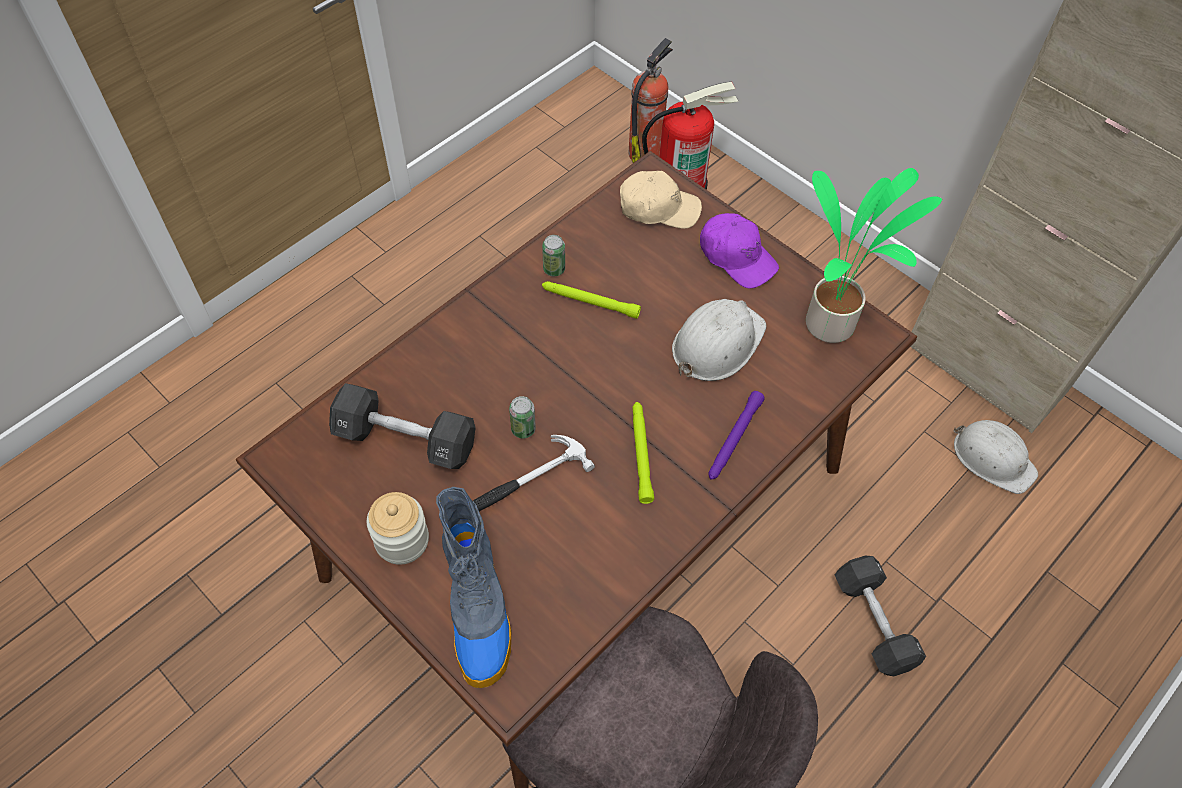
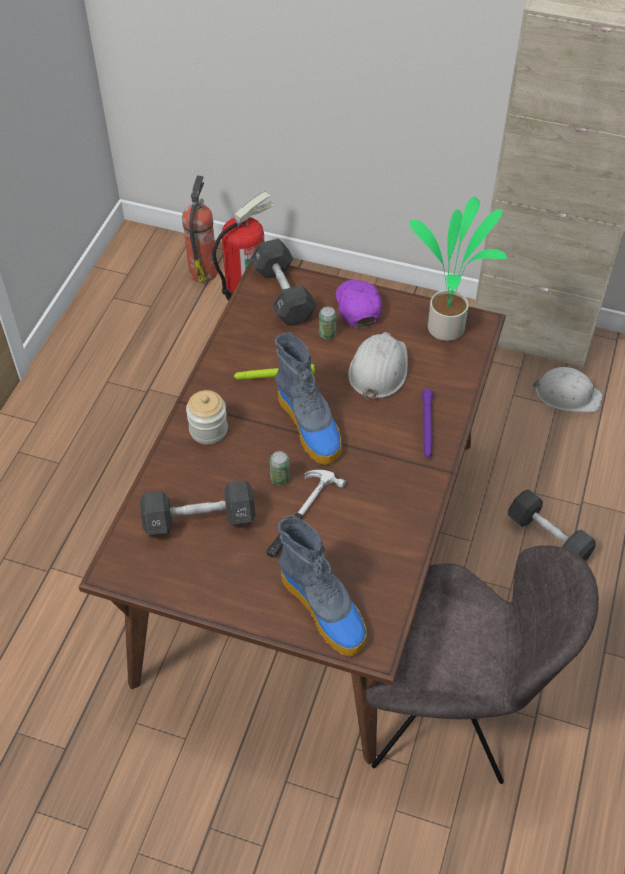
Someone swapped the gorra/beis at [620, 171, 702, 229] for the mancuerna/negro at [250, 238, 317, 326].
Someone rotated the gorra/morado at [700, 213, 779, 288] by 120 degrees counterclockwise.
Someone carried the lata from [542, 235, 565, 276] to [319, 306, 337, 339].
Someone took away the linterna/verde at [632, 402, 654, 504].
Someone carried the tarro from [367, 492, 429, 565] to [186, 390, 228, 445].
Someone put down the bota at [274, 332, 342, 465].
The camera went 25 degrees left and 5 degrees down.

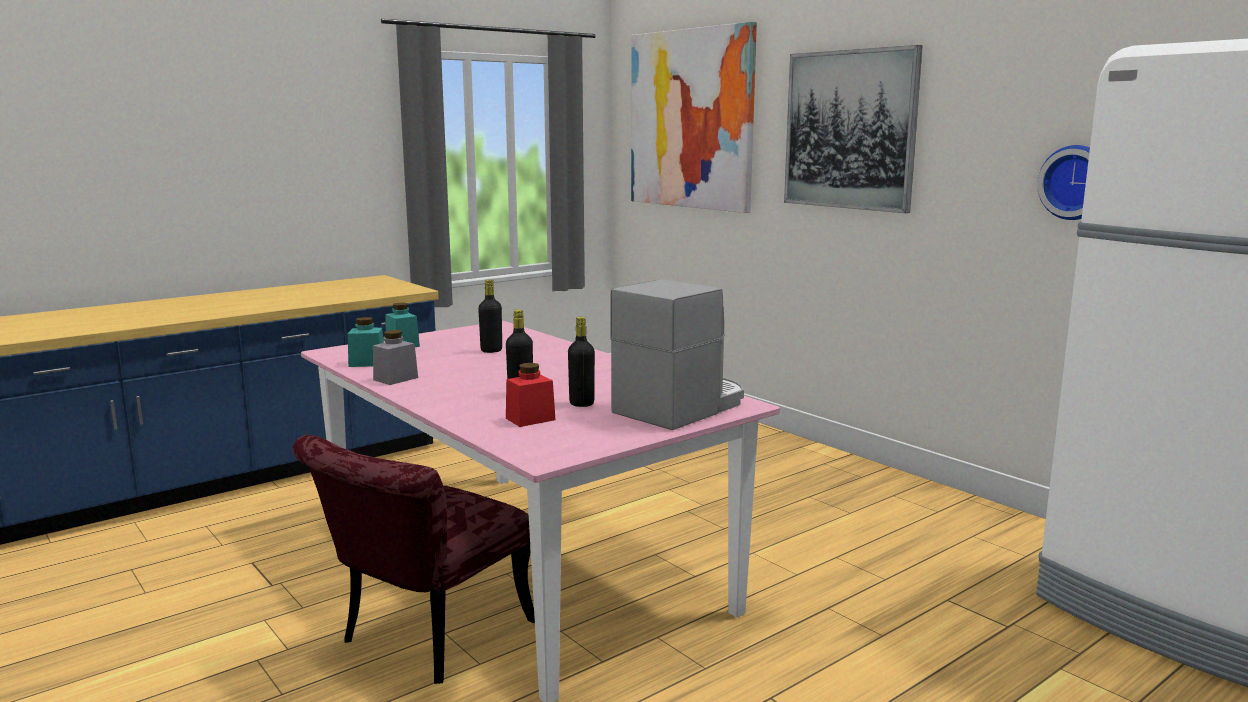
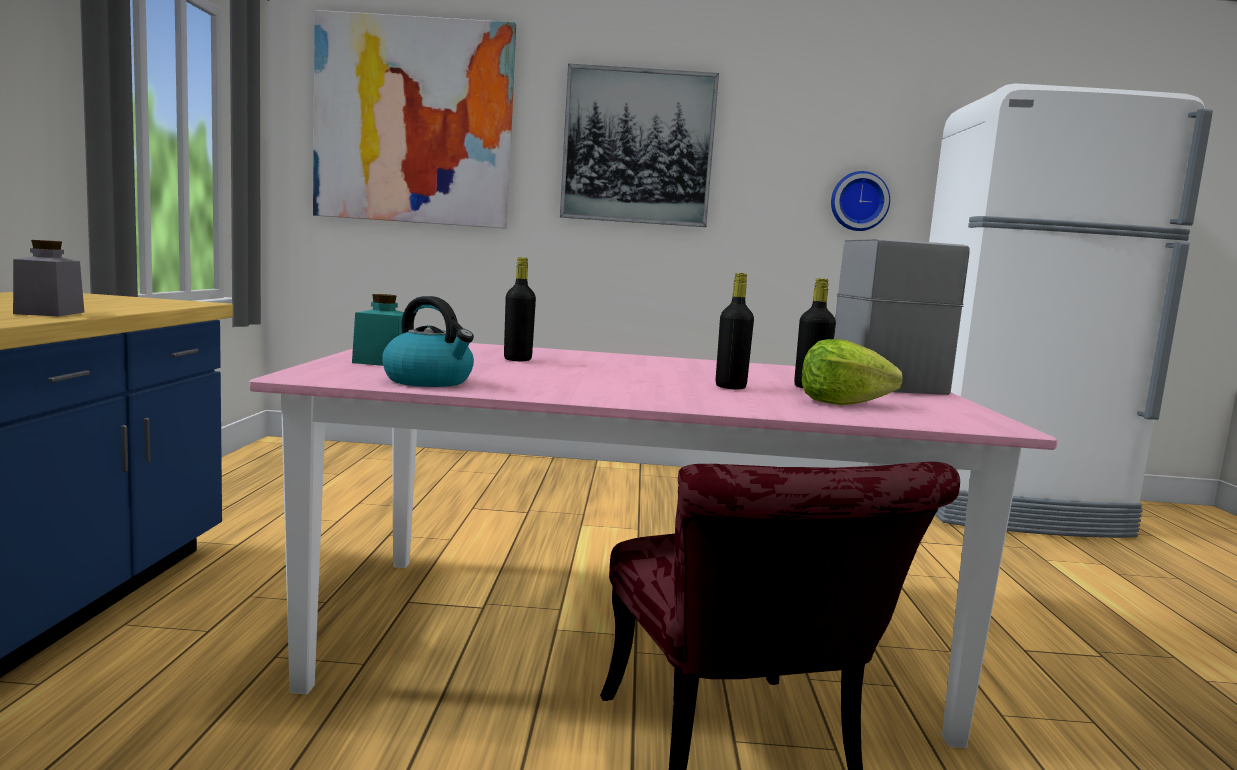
Someone swapped the tarro/turquesa at [348, 317, 384, 367] for the hervidor at [382, 296, 474, 387].
Someone carried the tarro/gris from [373, 330, 418, 385] to [13, 240, 85, 316].
Someone swapped the tarro/rojo at [506, 363, 556, 427] for the lechuga at [802, 339, 903, 405].
The camera went 50 degrees left and 5 degrees down.

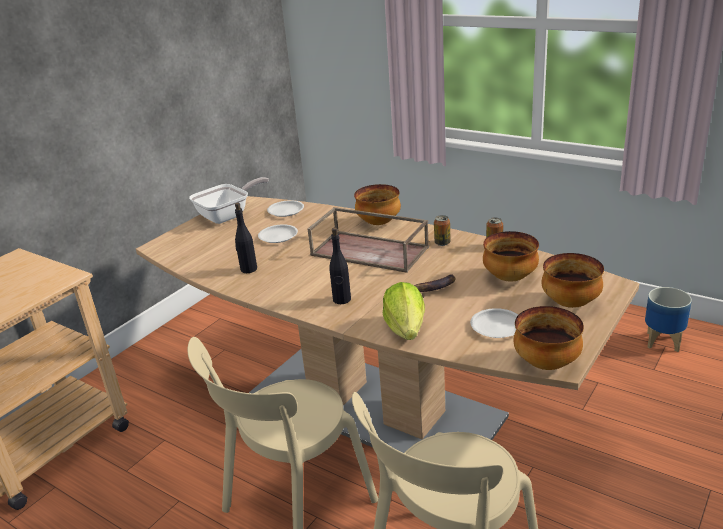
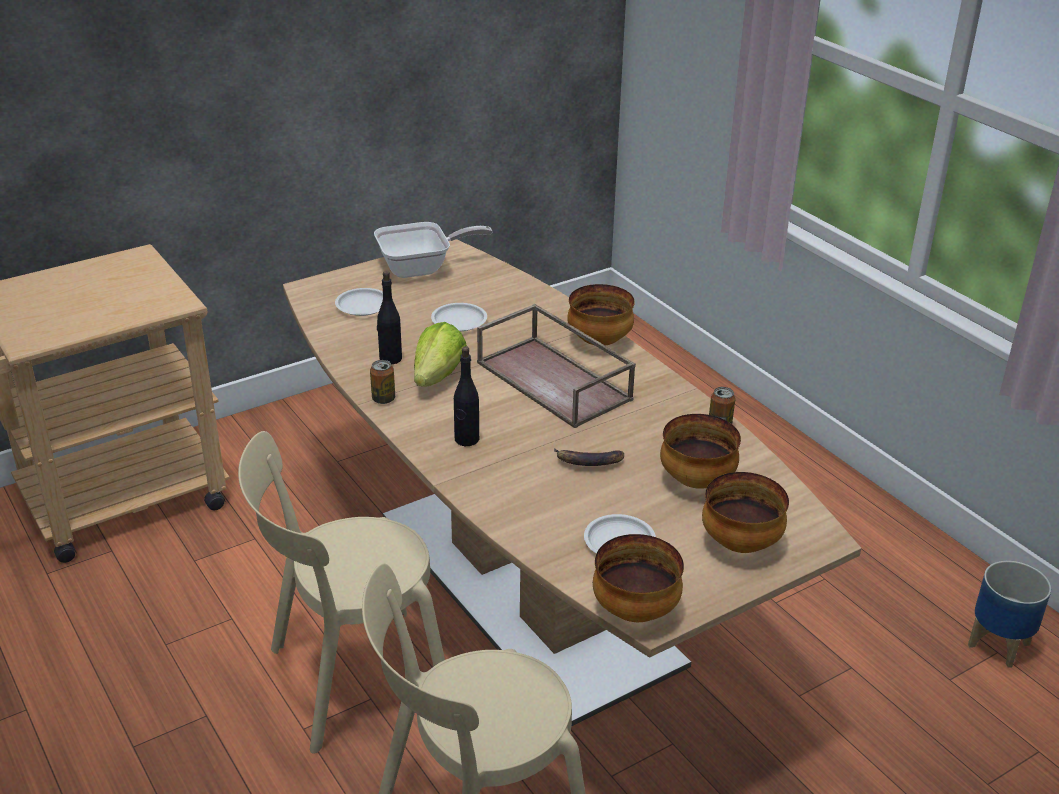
Someone carried the plato/blanco from [267, 200, 304, 217] to [335, 288, 383, 316].
Someone carried the lata from [434, 215, 451, 246] to [370, 360, 395, 404].
Someone carried the lechuga from [383, 282, 425, 340] to [414, 322, 467, 387].
The camera went 20 degrees right and 5 degrees up.

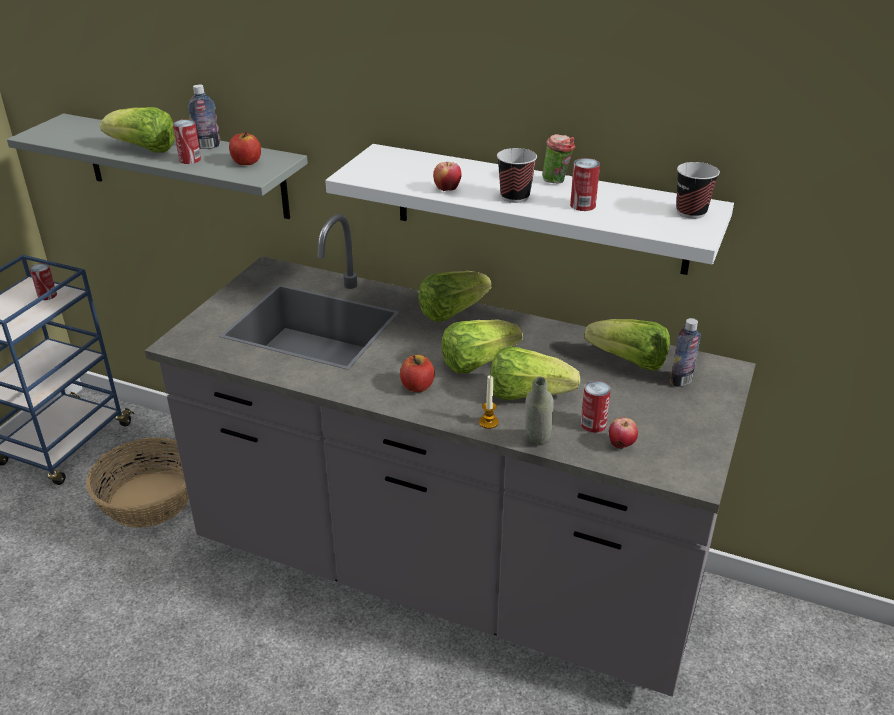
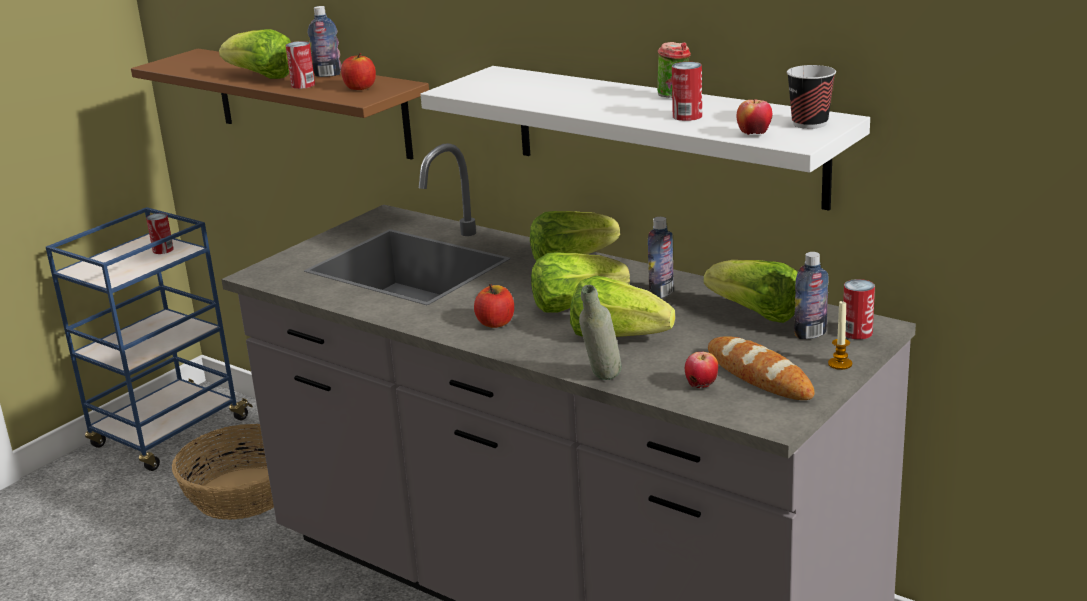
Someone repainted the estante/gris at [7, 114, 308, 219], which became the estante/marrón at [131, 49, 429, 160].
Someone took away the taza at [497, 148, 537, 203].
Someone carried the manzana from [433, 162, 462, 191] to [737, 99, 773, 135].
Someone carried the vela from [479, 375, 499, 429] to [828, 301, 852, 370].
Someone carried the lata from [581, 380, 611, 433] to [843, 279, 875, 340].
Someone put down the botella at [648, 217, 674, 298].
Someone put down the pan at [708, 336, 815, 400].
The camera went 15 degrees right and 10 degrees down.

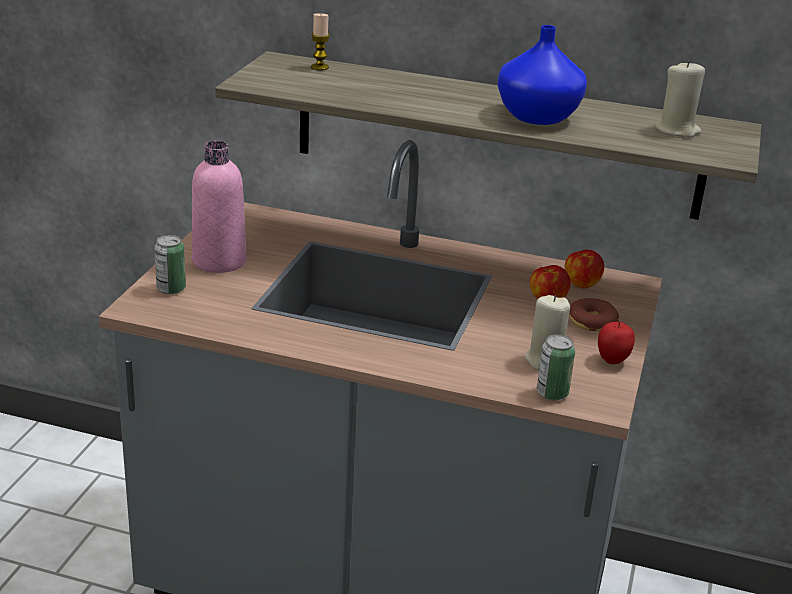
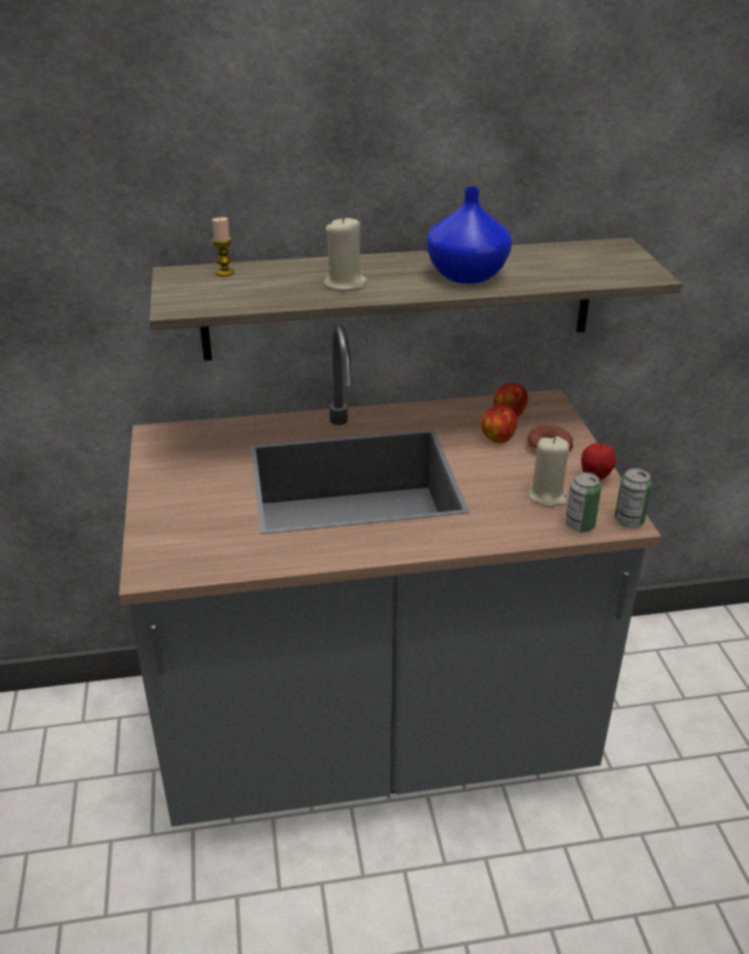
Someone carried the vela/beis from [654, 60, 705, 138] to [323, 216, 367, 291].
Someone took away the botella/rosa at [192, 141, 247, 273].
Someone carried the lata from [154, 235, 186, 294] to [615, 468, 652, 528].
The camera went 25 degrees left and 5 degrees up.

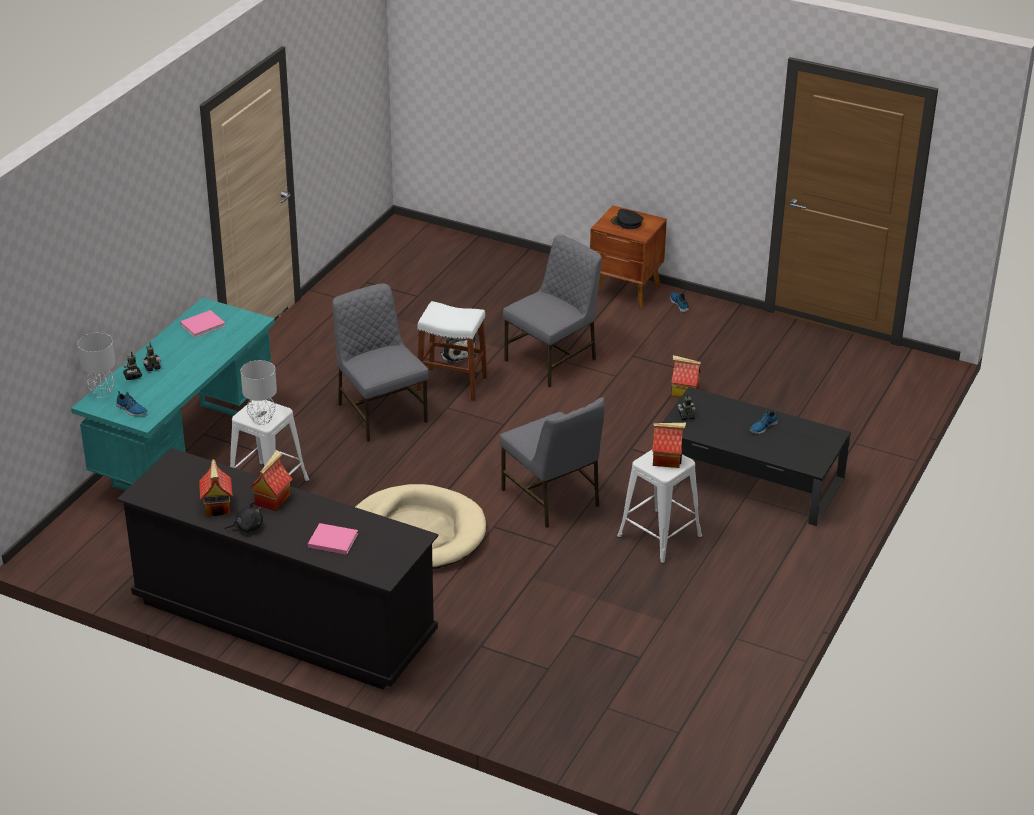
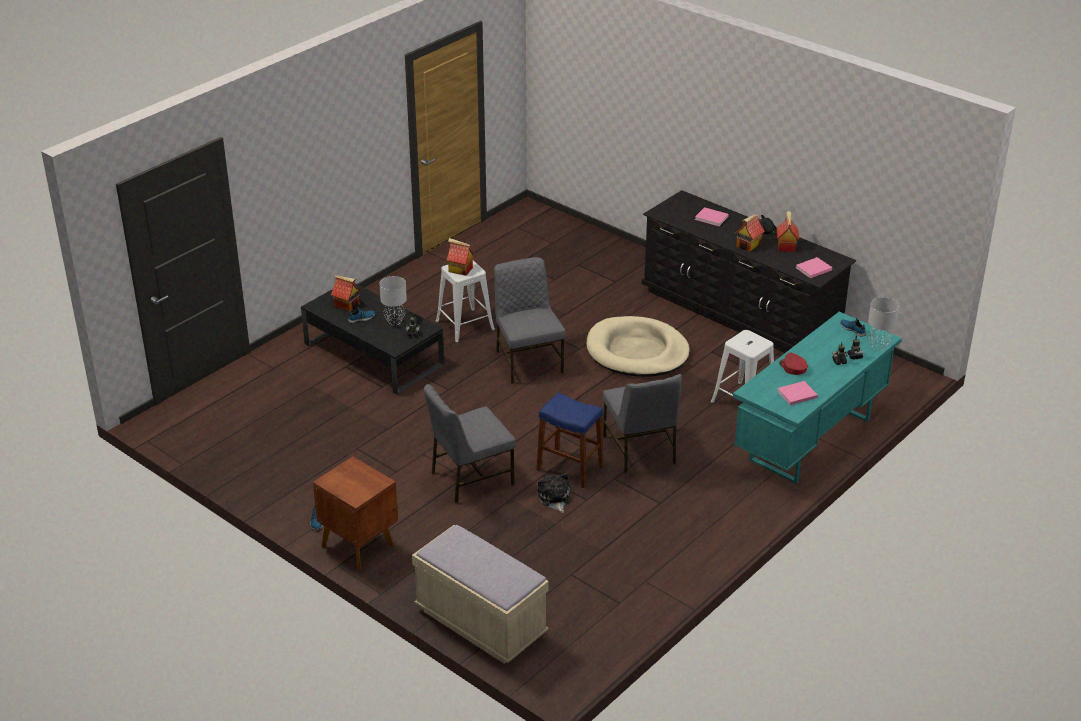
Someone took away the gorra/negro at [611, 209, 644, 229].
Someone repainted the taburete/blanco at [417, 301, 487, 401], which became the taburete/azul at [537, 392, 604, 488].
Someone carried the casita from [671, 355, 701, 397] to [331, 275, 360, 312].
Someone carried the lámpara de mesa/gris from [240, 360, 277, 425] to [379, 276, 407, 325].
Someone put down the libro/rosa at [796, 257, 833, 278].
Someone put down the gorra/rojo at [779, 353, 808, 375].
Someone put down the banco/beis at [412, 525, 549, 664].
The camera went 165 degrees left and 0 degrees up.

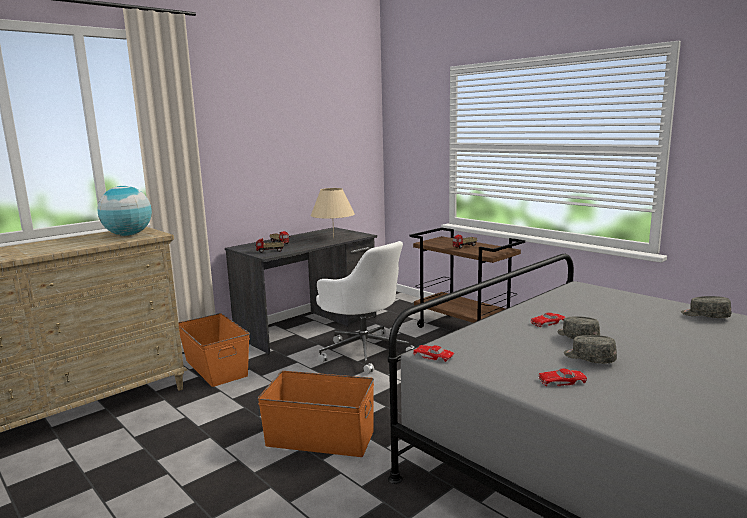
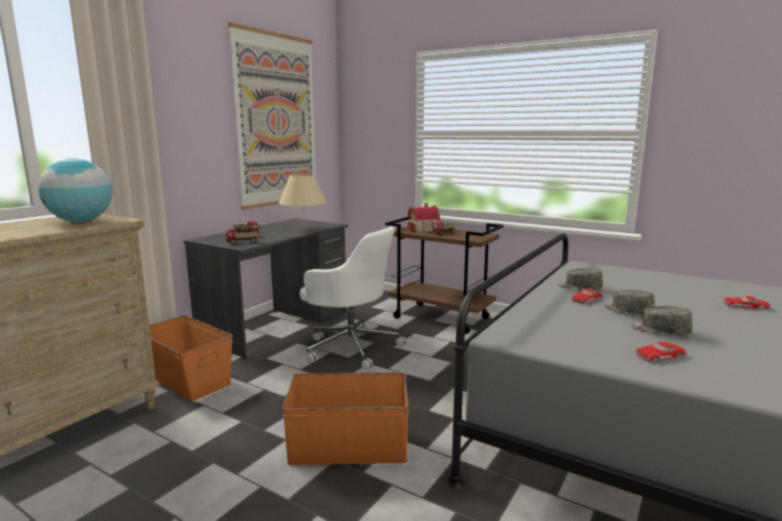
Someone carried the gorra/gris from [681, 296, 731, 318] to [558, 268, 603, 289].
Someone carried the coche de juguete/rojo from [413, 345, 454, 362] to [723, 296, 771, 309].
Someone put up the cuadro at [228, 22, 316, 210].
Someone put down the casita at [407, 203, 440, 233].
The camera went 15 degrees left and 0 degrees up.

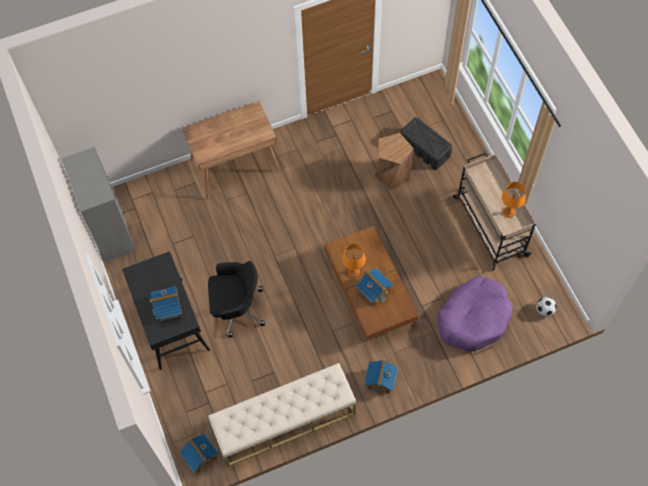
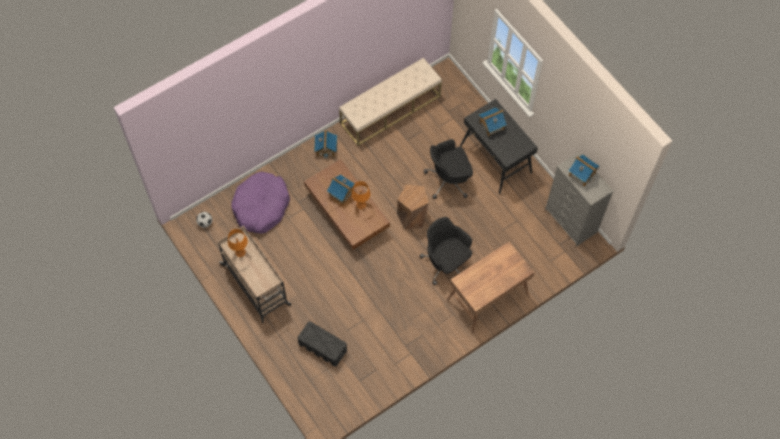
Someone carried the taburete/marrón from [374, 133, 414, 190] to [397, 184, 429, 229].
Someone carried the casita from [180, 434, 219, 473] to [568, 154, 599, 186].
Someone put down the silla de oficina/negro at [419, 217, 473, 285].
The camera went 165 degrees right and 0 degrees up.

